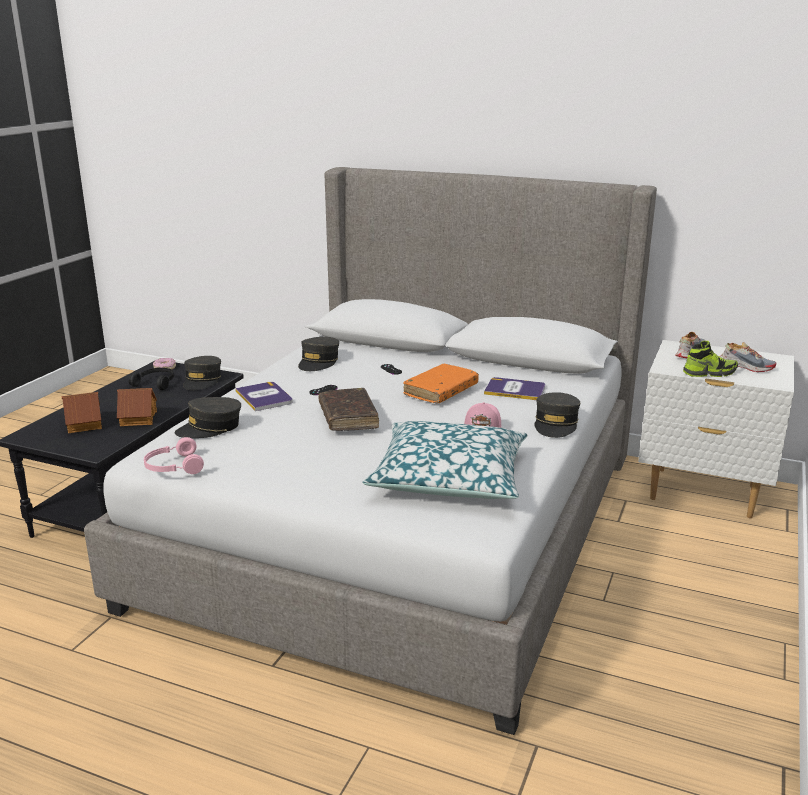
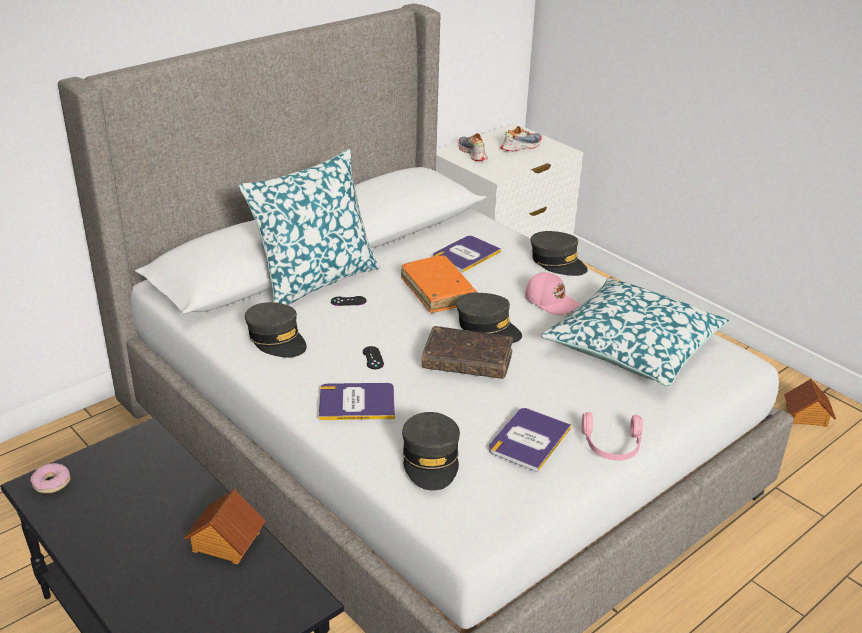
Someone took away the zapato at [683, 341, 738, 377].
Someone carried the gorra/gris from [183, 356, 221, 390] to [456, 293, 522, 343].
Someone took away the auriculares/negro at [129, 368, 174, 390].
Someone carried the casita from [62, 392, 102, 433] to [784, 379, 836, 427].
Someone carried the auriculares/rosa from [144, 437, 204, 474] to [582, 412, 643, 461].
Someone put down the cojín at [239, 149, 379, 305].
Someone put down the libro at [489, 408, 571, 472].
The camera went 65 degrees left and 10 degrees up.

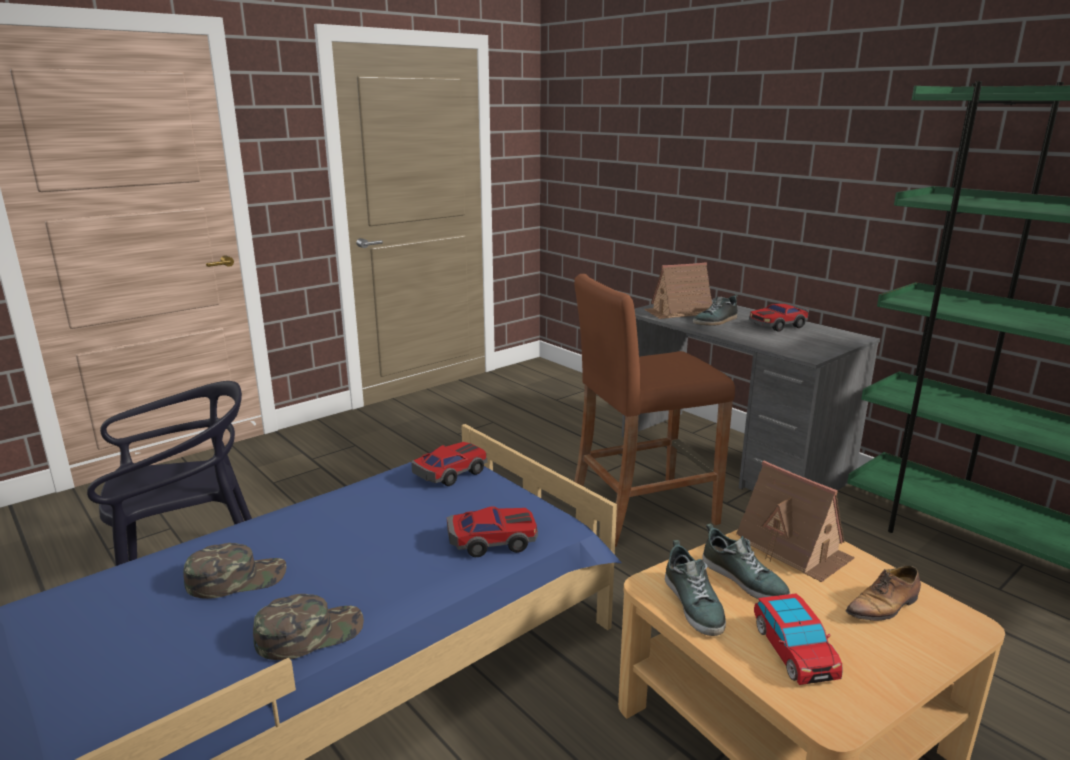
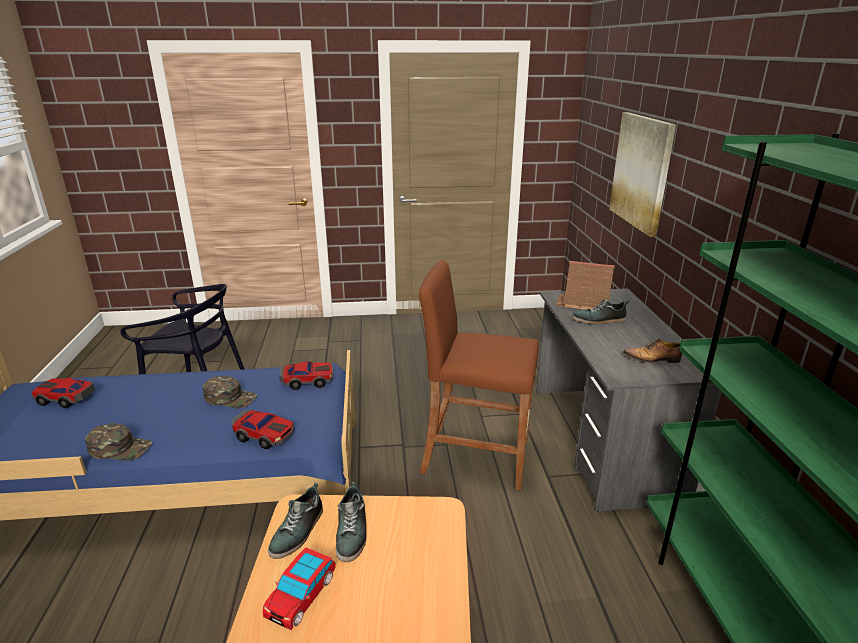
Someone carried the coche de juguete from [749, 304, 809, 332] to [32, 377, 95, 408].
Someone took away the casita at [736, 461, 855, 582].
Someone carried the gorra/verde from [183, 543, 286, 599] to [203, 376, 257, 408].
Someone carried the zapato from [845, 565, 921, 621] to [623, 338, 683, 363].
Someone put up the cuadro at [609, 112, 676, 237].
The camera went 35 degrees right and 5 degrees up.

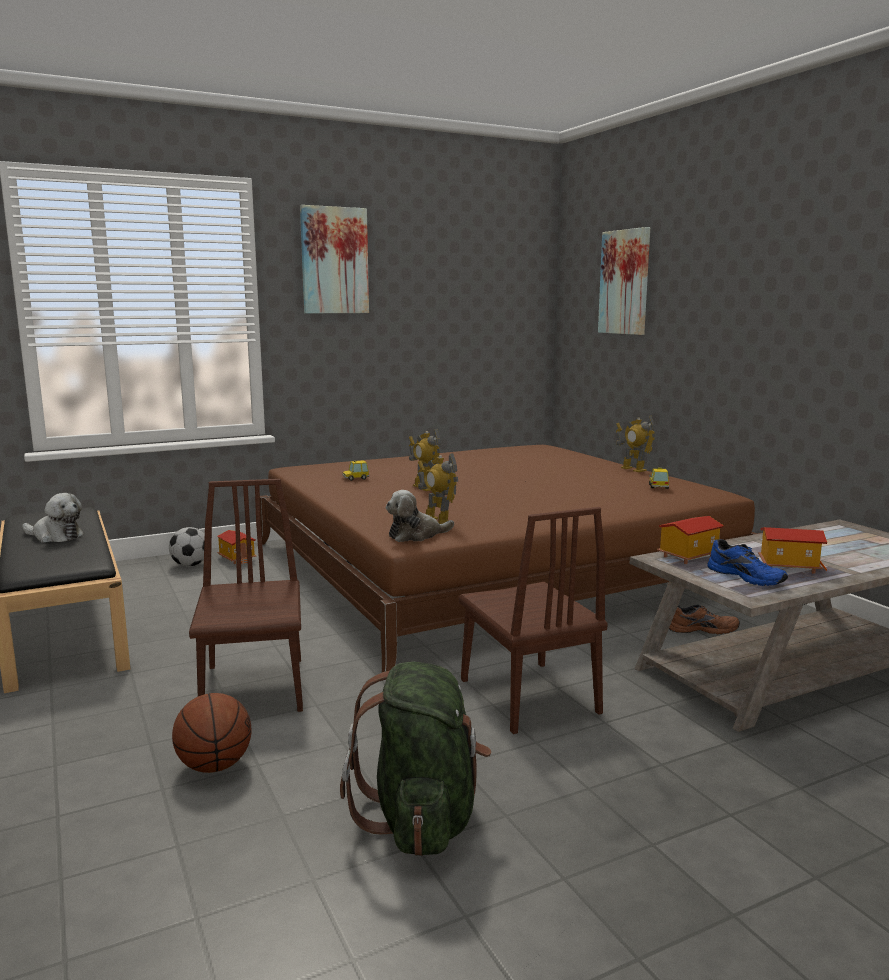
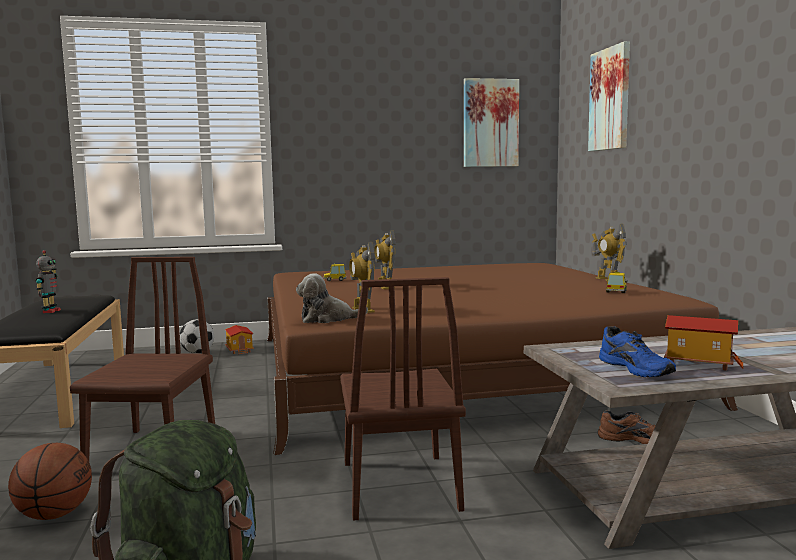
Someone carried the cuadro from [300, 205, 369, 313] to [464, 78, 519, 167].
Someone swapped the peluche at [22, 493, 84, 543] for the robot de juguete at [35, 250, 61, 313].
Someone took away the casita at [657, 516, 724, 564].
The camera went 15 degrees right and 5 degrees down.

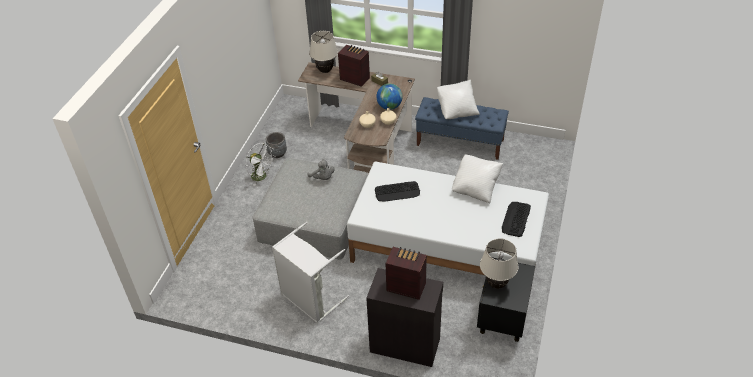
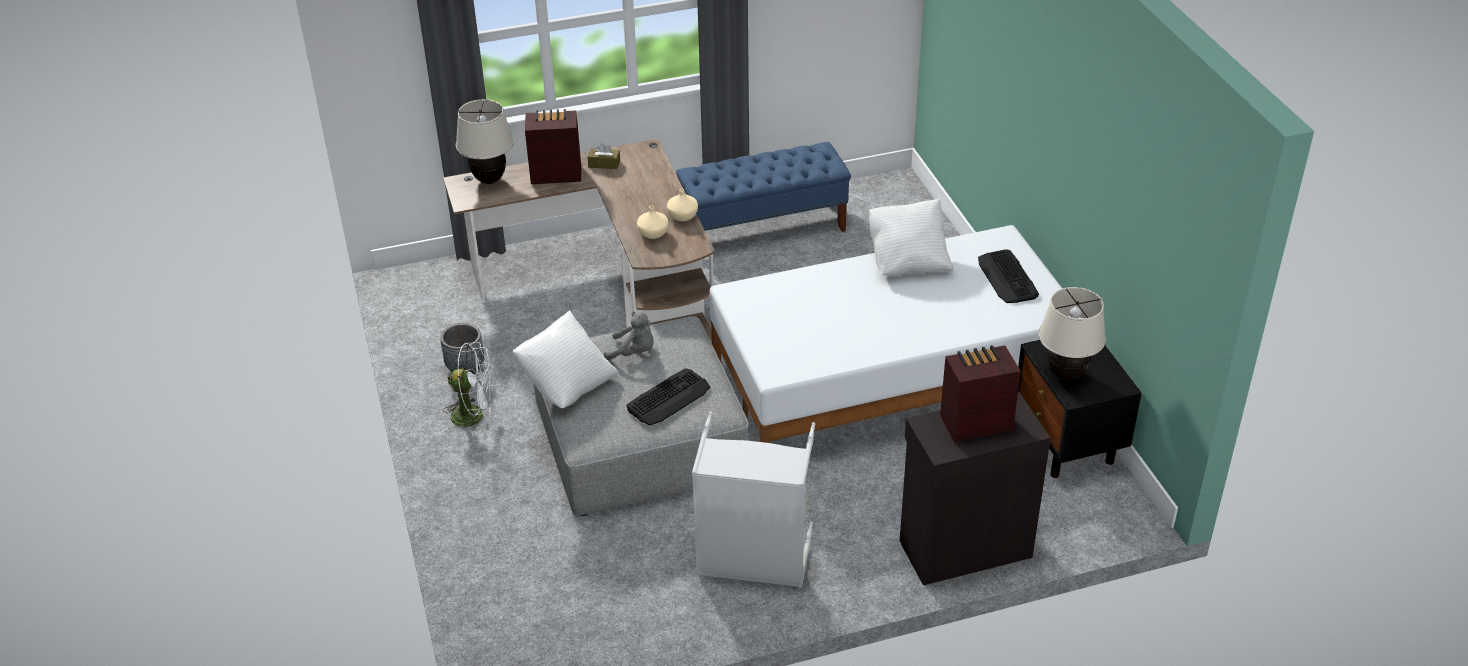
Someone carried the cojín/blanco from [437, 80, 480, 119] to [512, 310, 619, 408].
Someone took away the globo terráqueo at [376, 83, 402, 110].
Someone carried the teclado from [375, 181, 420, 202] to [627, 368, 710, 425].
The camera went 35 degrees left and 5 degrees down.

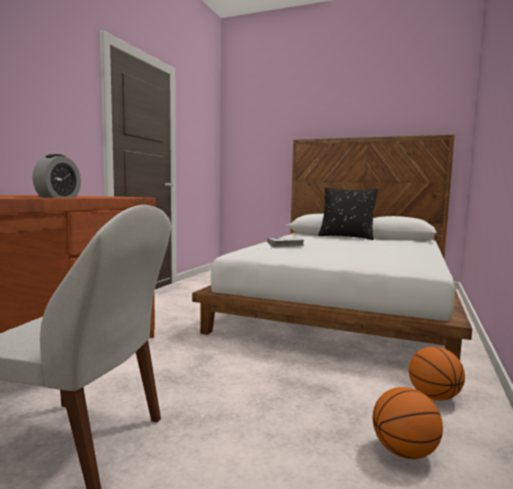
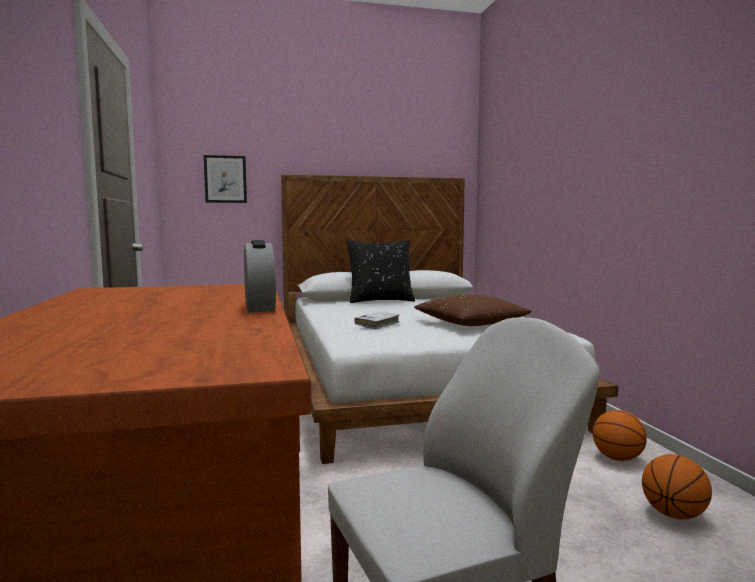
Someone put up the cuadro at [204, 155, 247, 203].
Someone put down the cojín/marrón at [414, 295, 532, 326].
The camera went 35 degrees left and 0 degrees up.

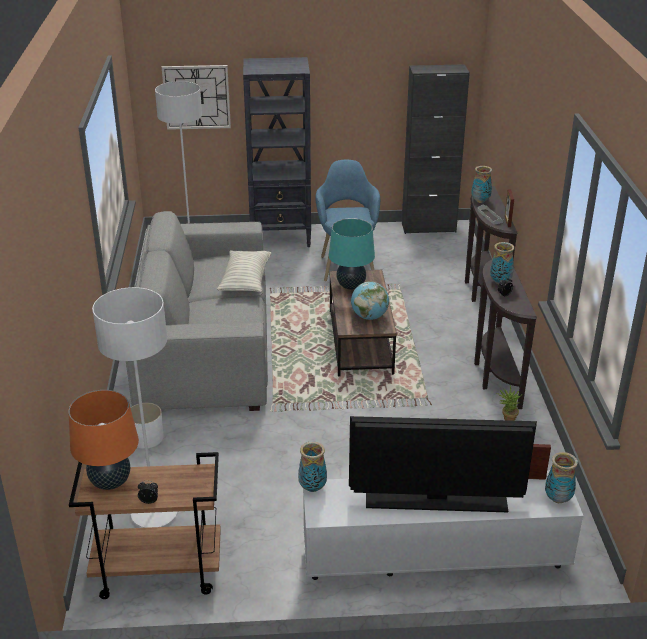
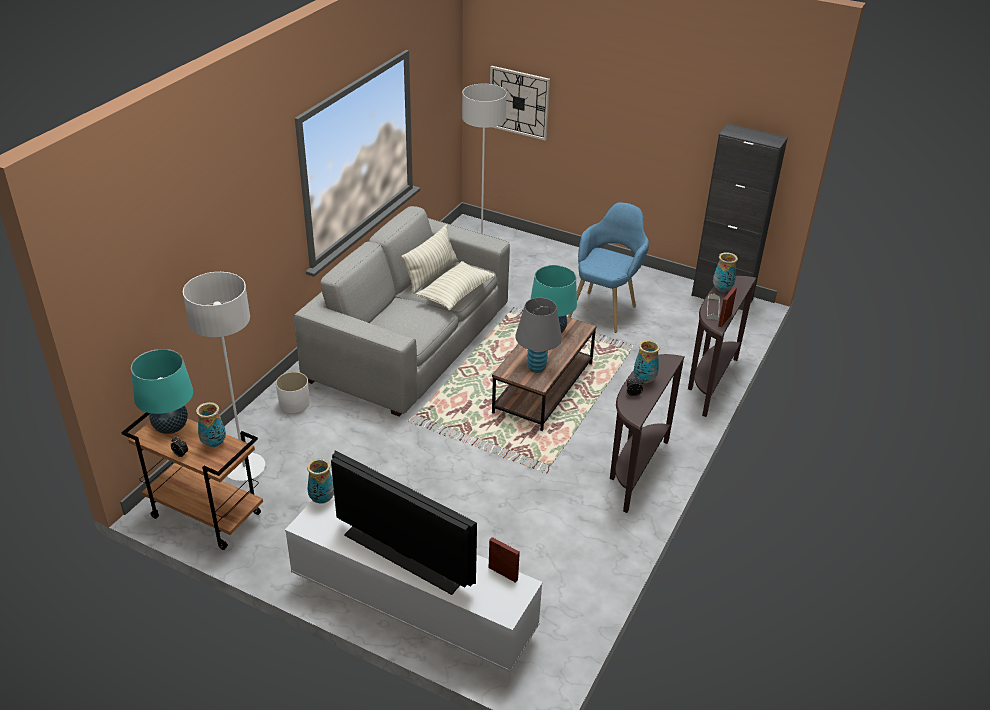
Someone took away the estantería/negro at [243, 57, 311, 247].
Someone swapped the globo terráqueo at [351, 281, 389, 320] for the lámpara de mesa/gris at [515, 298, 562, 373].
Someone took away the planta en maceta at [496, 385, 522, 421].
Someone repainted the lámpara de mesa/naranja at [68, 390, 139, 490], which became the lámpara de mesa/turquesa at [131, 349, 193, 434].
Someone carried the florero from [545, 452, 578, 503] to [196, 402, 226, 448].
Someone put down the cojín at [401, 225, 458, 294].
The camera went 30 degrees right and 5 degrees up.

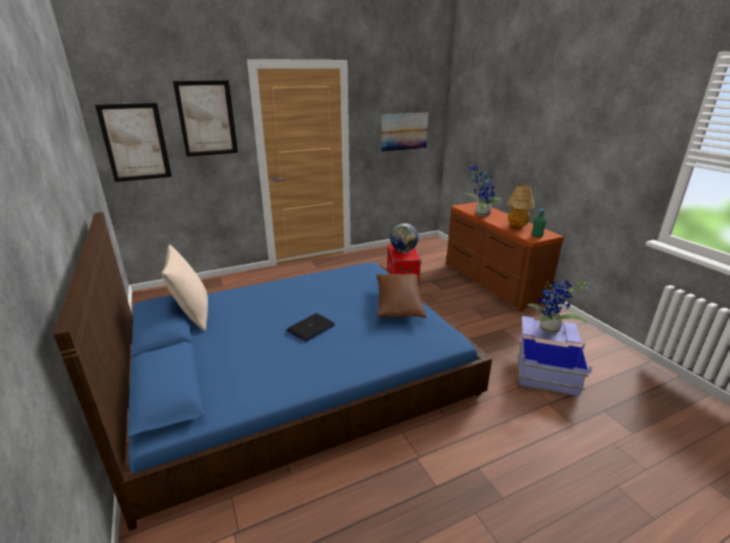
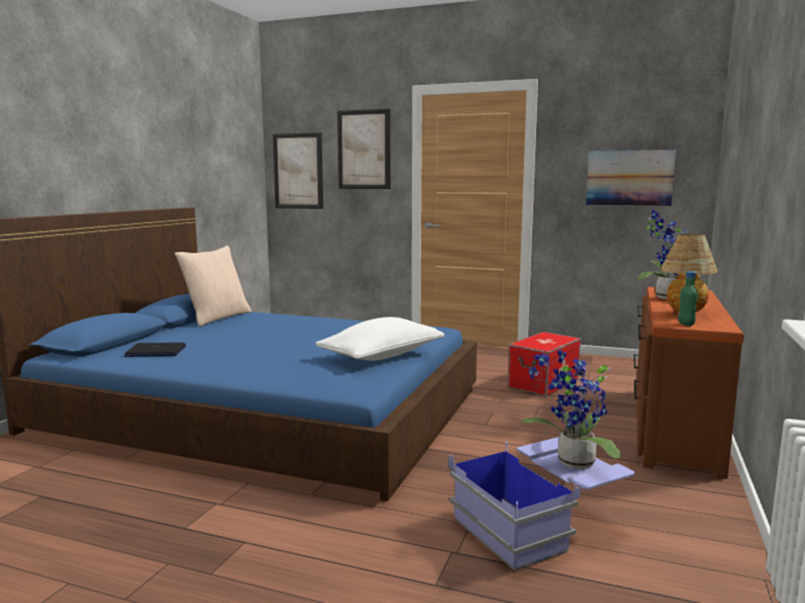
Someone took away the globo terráqueo at [390, 223, 418, 252].
Someone repainted the cojín/marrón at [376, 273, 426, 318], which became the cojín/blanco at [316, 317, 444, 360].
Someone carried the portátil from [287, 313, 335, 342] to [124, 342, 186, 357].
The camera went 45 degrees right and 15 degrees down.

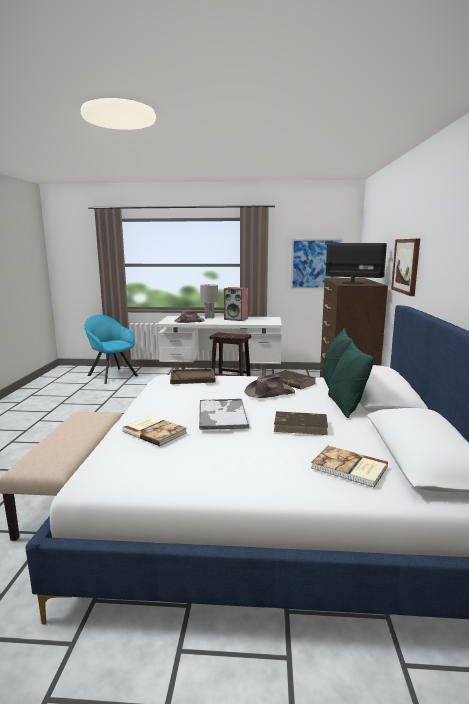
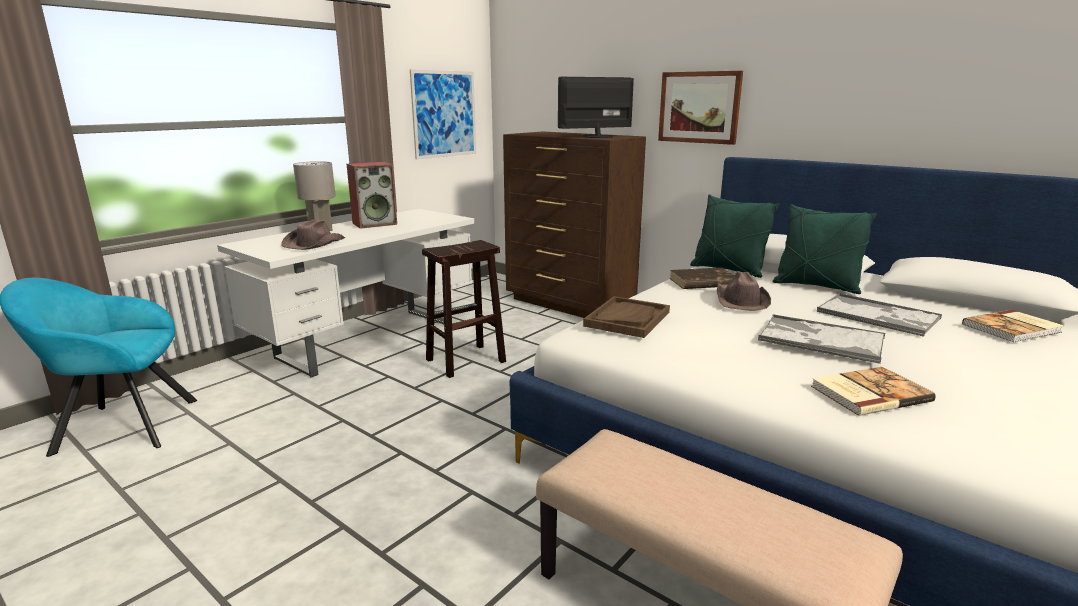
Someone swapped the libro/marrón at [274, 411, 328, 435] for the bandeja at [817, 293, 942, 337].
The camera went 55 degrees left and 5 degrees up.

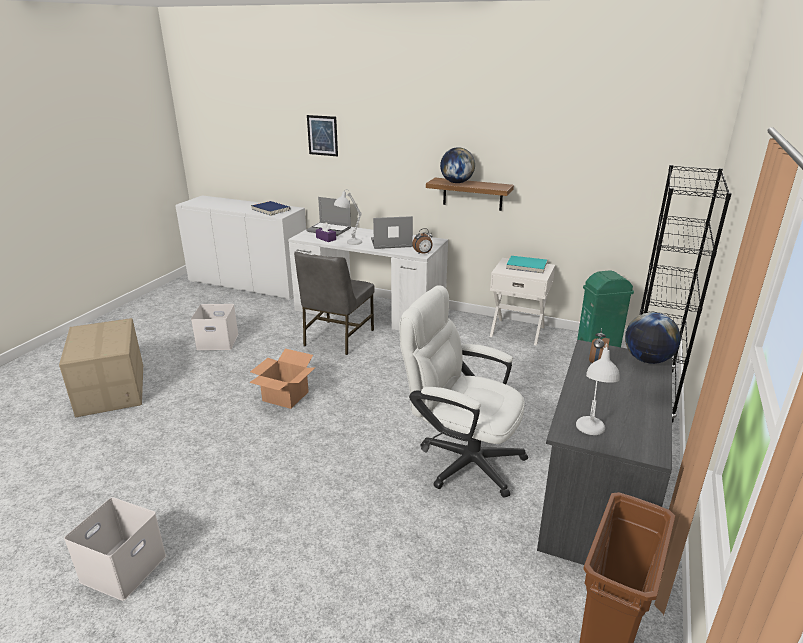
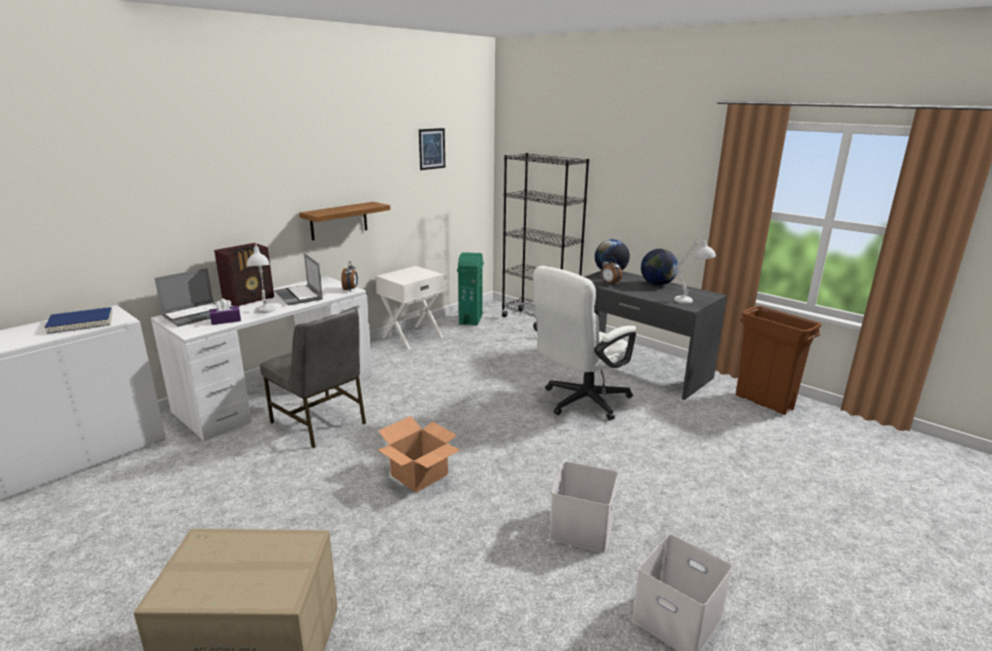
Someone carried the cuadro from [307, 115, 338, 156] to [419, 128, 445, 170].
Someone carried the globo terráqueo from [440, 147, 475, 183] to [641, 249, 678, 285].
Someone rotated the portátil at [371, 216, 413, 249] by 45 degrees counterclockwise.
Someone took away the libro/turquesa at [506, 256, 547, 273].
Someone carried the caja de almacenaje/blanco from [191, 304, 239, 350] to [549, 461, 618, 553].
Someone put down the radio at [214, 243, 274, 306].
The camera went 70 degrees left and 5 degrees down.

